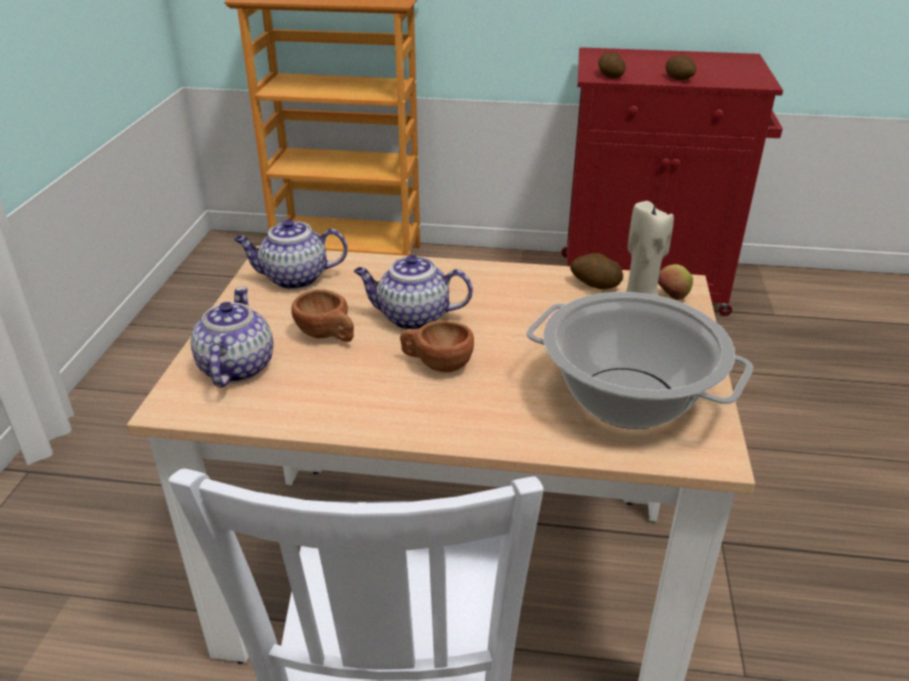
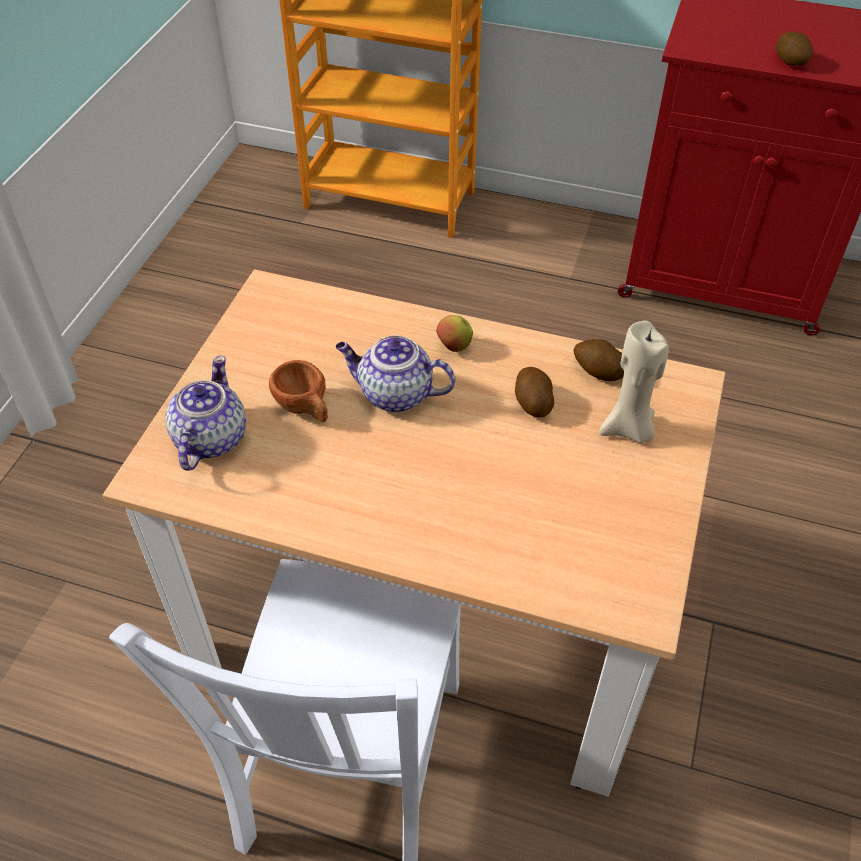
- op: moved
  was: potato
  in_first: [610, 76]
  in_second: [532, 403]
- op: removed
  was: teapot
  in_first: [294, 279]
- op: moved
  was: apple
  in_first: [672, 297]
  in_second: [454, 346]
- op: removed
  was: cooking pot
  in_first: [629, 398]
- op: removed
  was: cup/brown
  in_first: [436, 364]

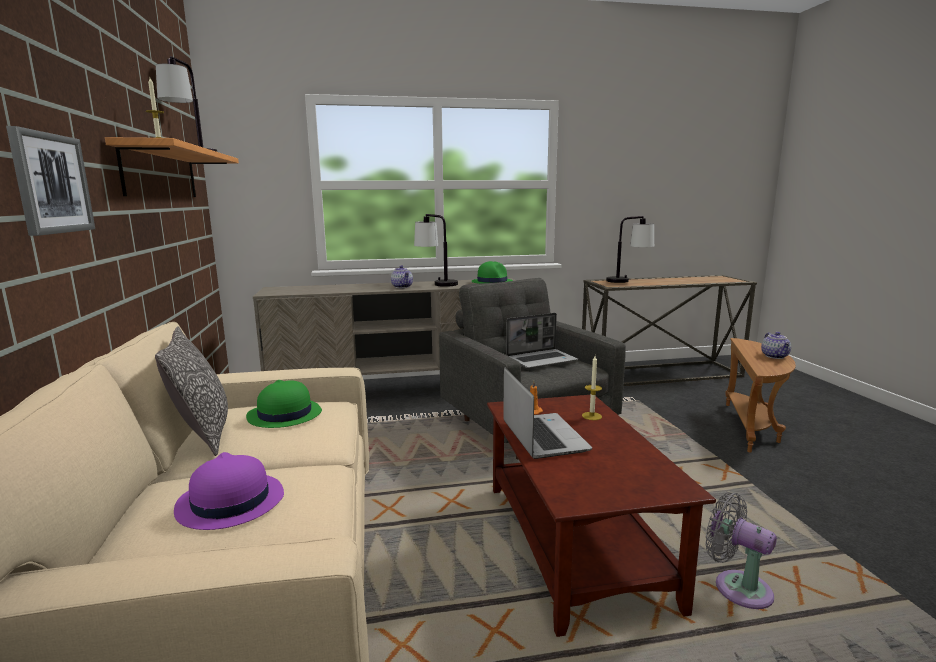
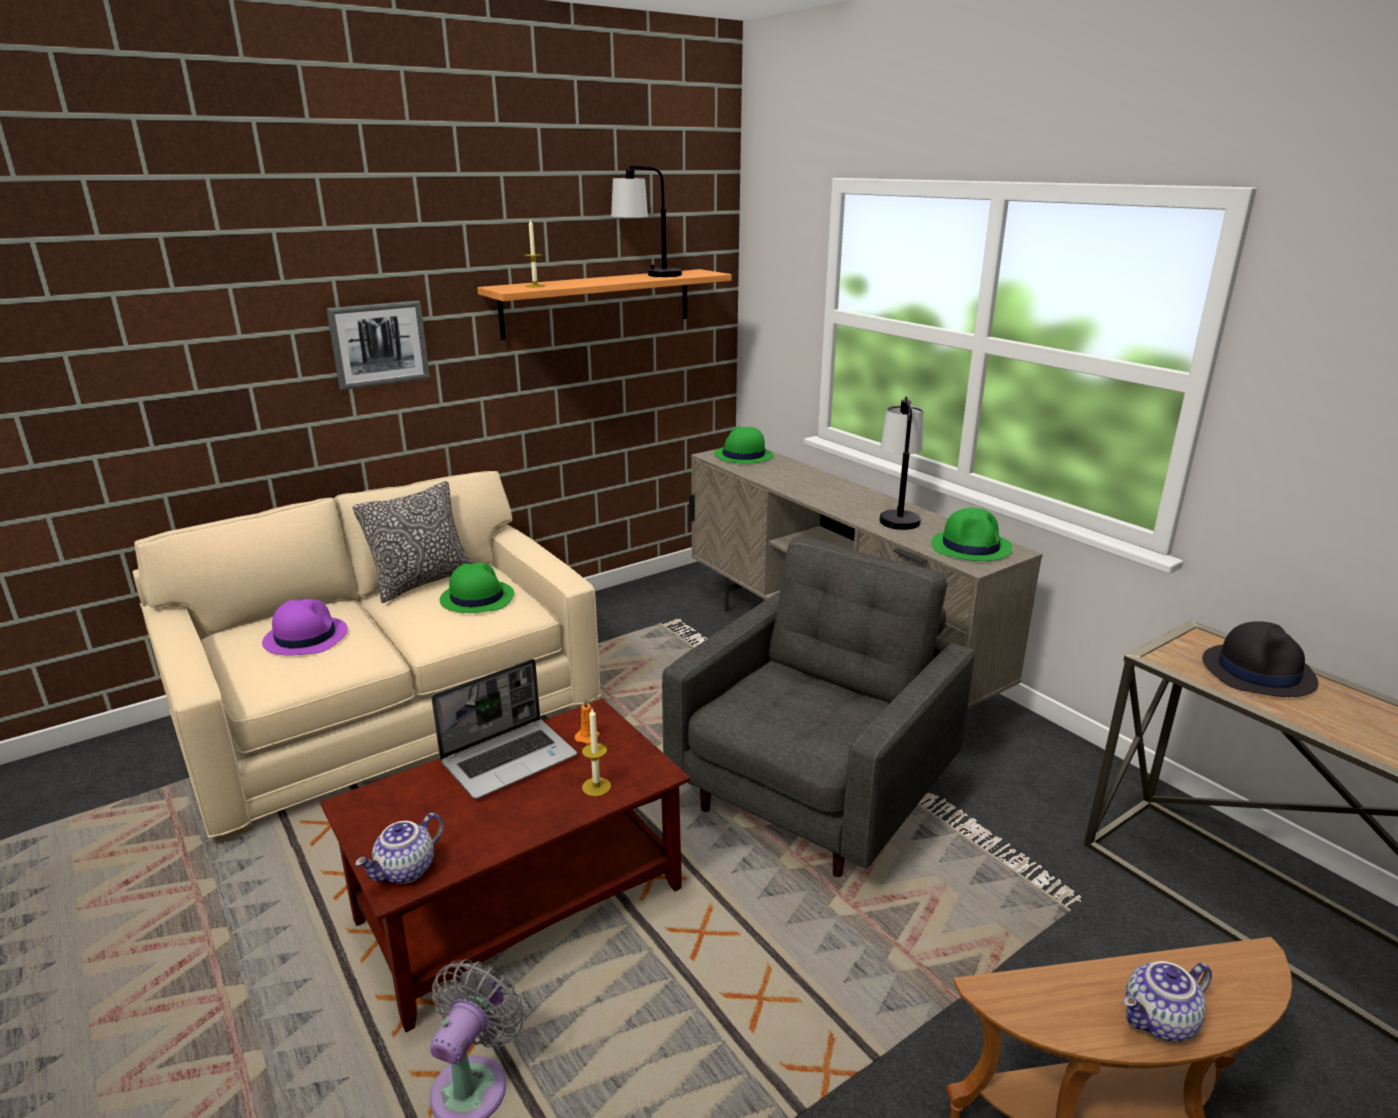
- op: replaced
  was: table lamp
  now: hat/black
  in_first: [628, 281]
  in_second: [1258, 671]
- op: moved
  was: teapot
  in_first: [402, 287]
  in_second: [406, 871]
- op: removed
  was: laptop
  in_first: [542, 360]
- op: added
  now: hat/green
  in_second: [743, 456]

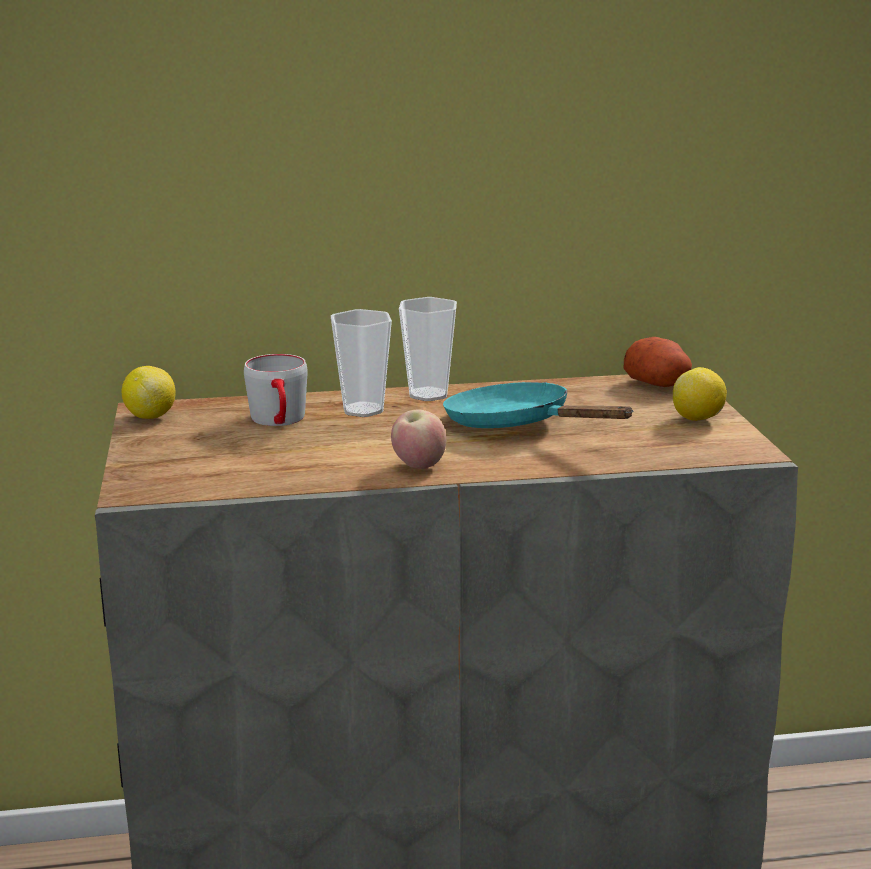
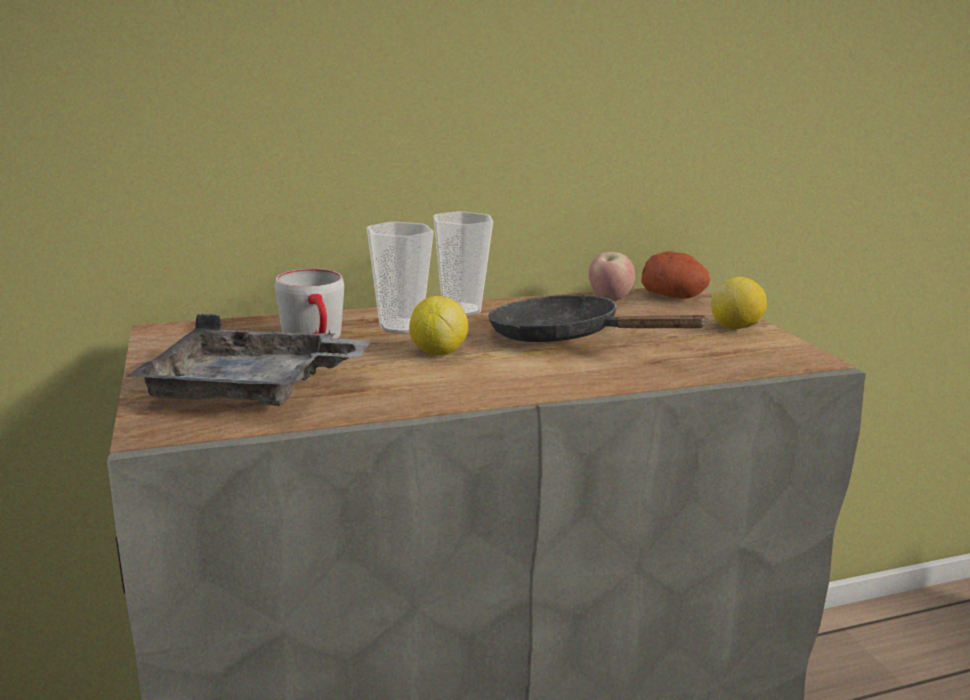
- op: moved
  was: lemon
  in_first: [150, 416]
  in_second: [438, 352]
- op: recoloured
  was: frying pan/turquoise
  now: frying pan/black
  in_first: [517, 425]
  in_second: [565, 338]
- op: moved
  was: apple
  in_first: [418, 466]
  in_second: [609, 299]
- op: added
  now: tray/grey
  in_second: [251, 390]

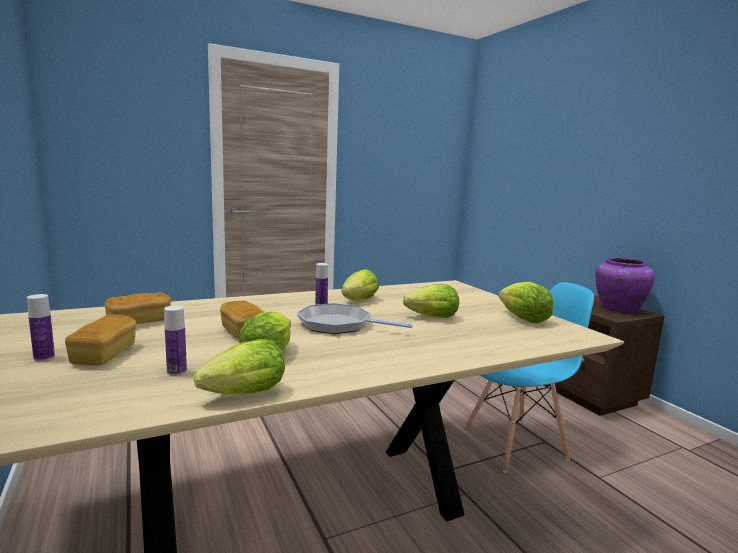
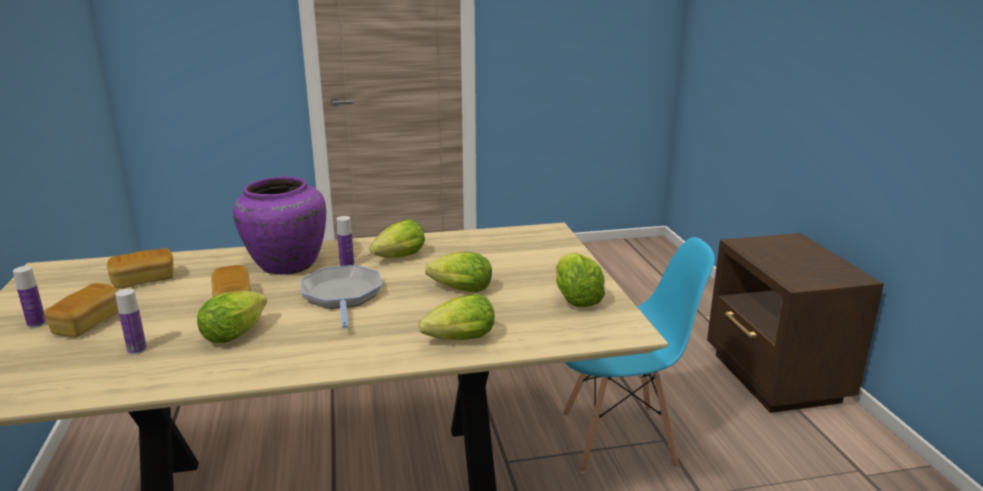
- op: moved
  was: vase/purple
  in_first: [618, 308]
  in_second: [285, 265]
- op: turned
  was: frying pan
  in_first: [339, 325]
  in_second: [342, 296]
  clockwise: 45
- op: moved
  was: lettuce
  in_first: [240, 395]
  in_second: [456, 340]

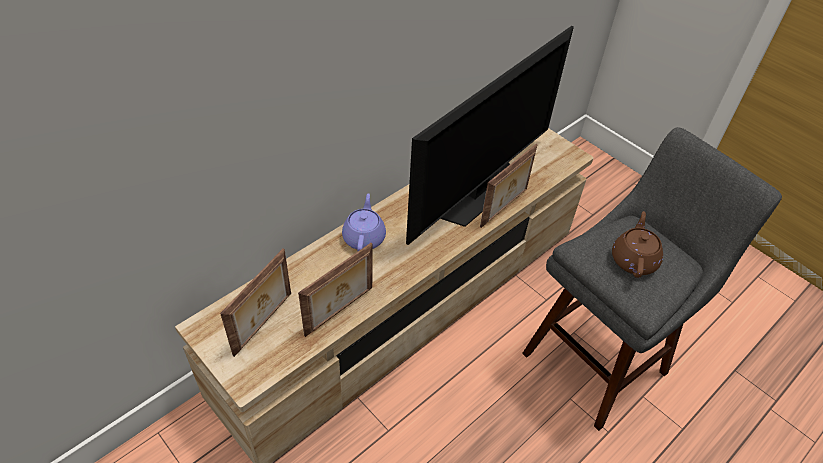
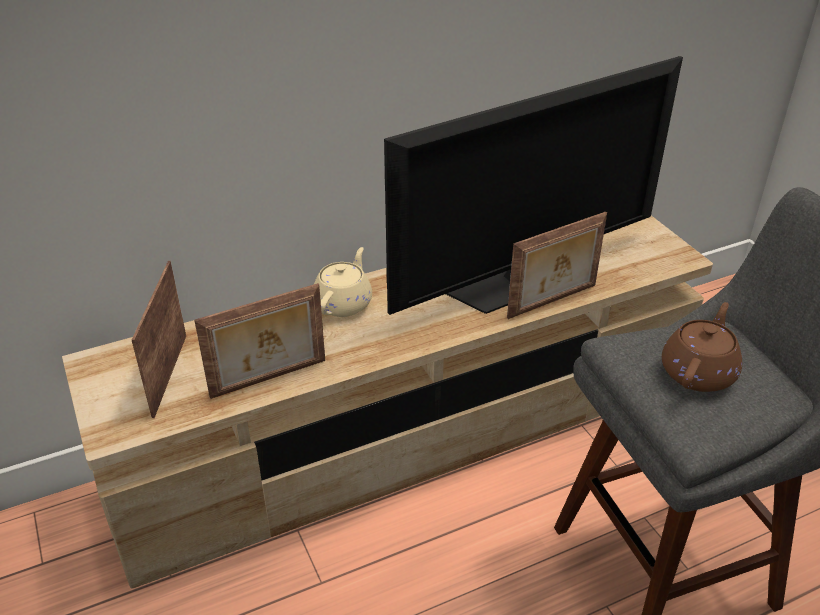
- op: recoloured
  was: teapot/purple
  now: teapot/beige
  in_first: [364, 237]
  in_second: [343, 303]
- op: turned
  was: picture frame
  in_first: [264, 324]
  in_second: [167, 374]
  clockwise: 135

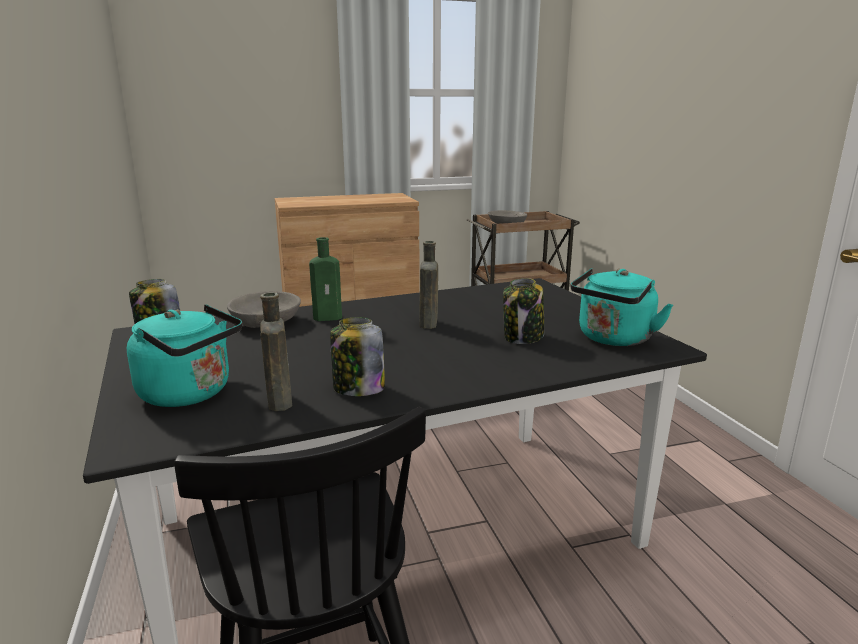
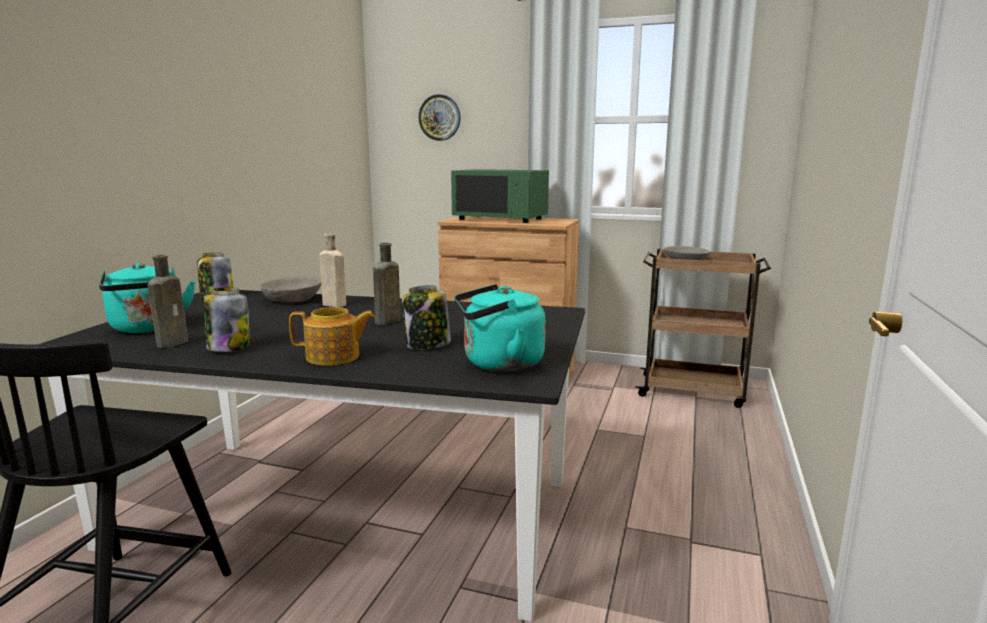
- op: recoloured
  was: bottle/green
  now: bottle/beige
  in_first: [330, 317]
  in_second: [336, 304]
- op: added
  now: wall clock
  in_second: [440, 117]
- op: added
  now: microwave/green
  in_second: [501, 219]
- op: added
  now: teapot
  in_second: [334, 357]

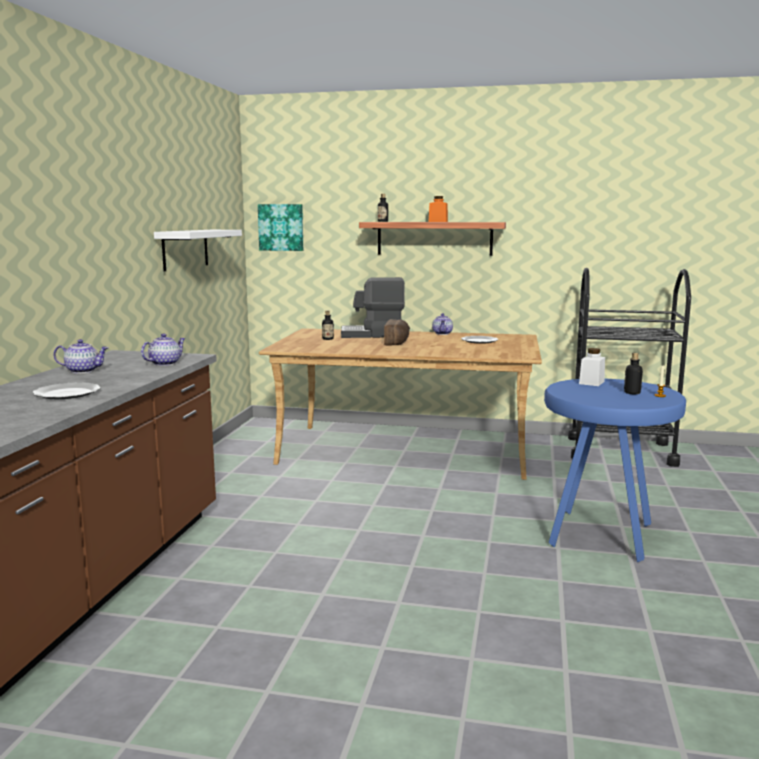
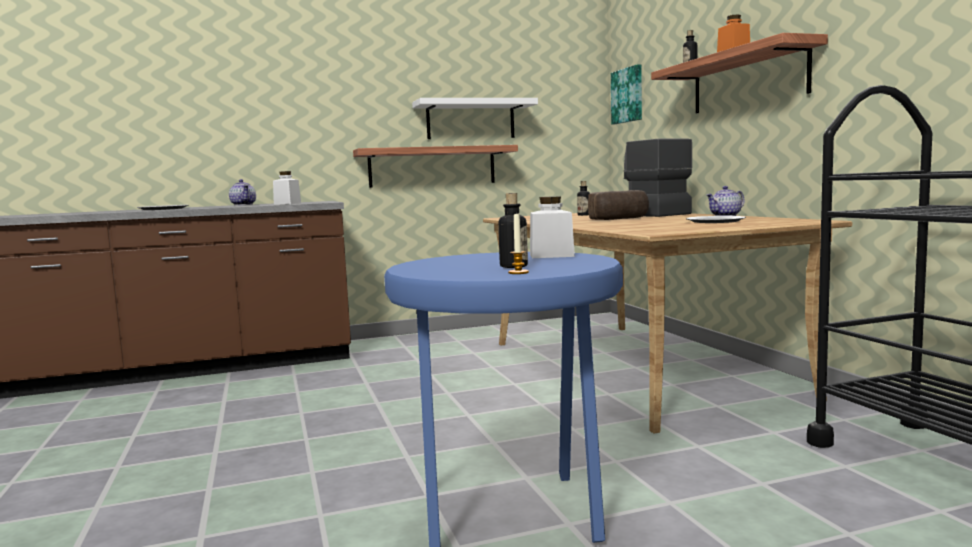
- op: replaced
  was: teapot
  now: jar/white
  in_first: [164, 363]
  in_second: [287, 204]
- op: added
  now: shelf
  in_second: [432, 166]

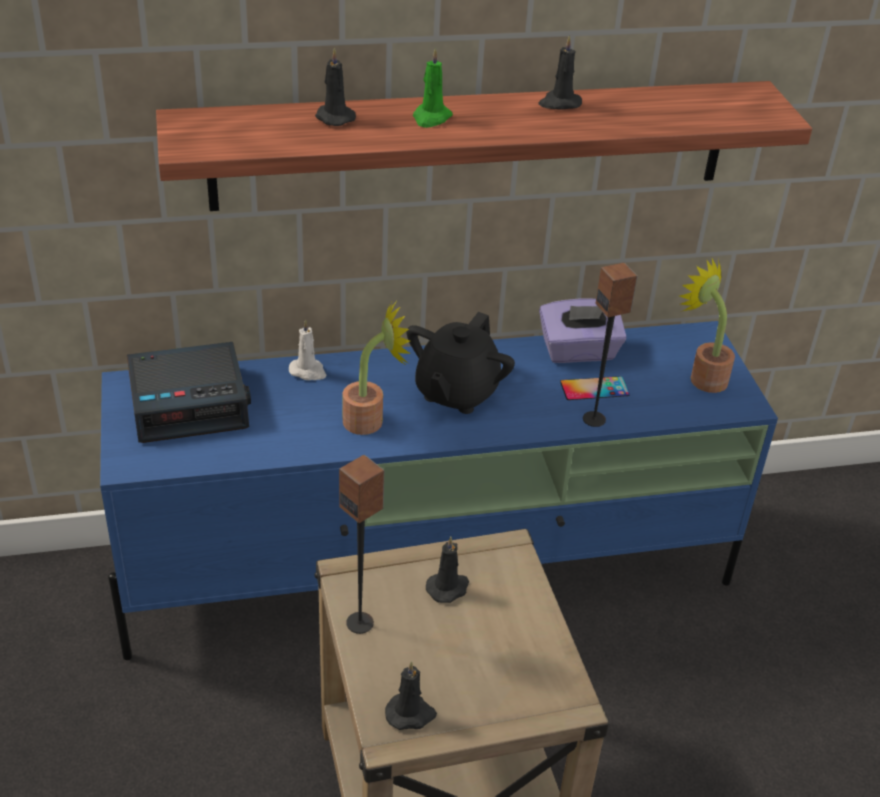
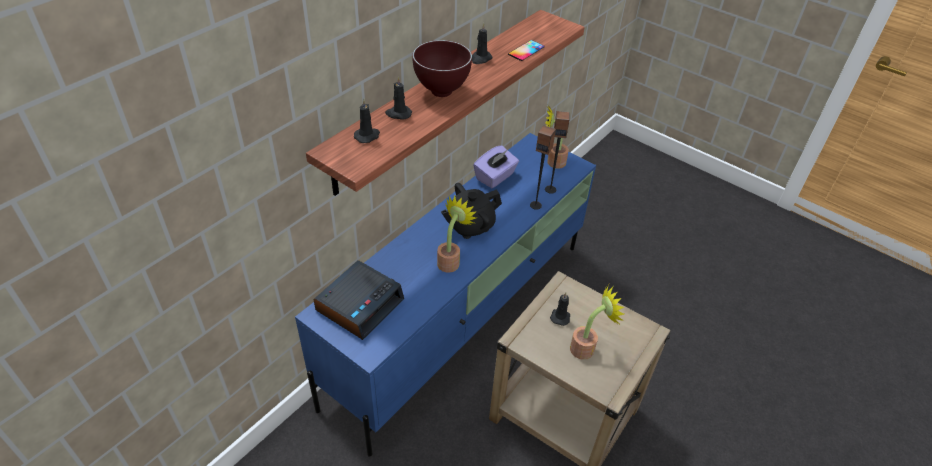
- op: replaced
  was: candle/green
  now: bowl/brown
  in_first: [431, 118]
  in_second: [440, 93]
- op: turned
  was: teapot/black
  in_first: [456, 392]
  in_second: [470, 226]
  clockwise: 75
- op: removed
  was: candle/white
  in_first: [308, 371]
- op: moved
  was: phone
  in_first: [594, 389]
  in_second: [526, 50]
- op: moved
  was: speaker
  in_first: [360, 622]
  in_second: [550, 189]
- op: moved
  was: candle/black
  in_first: [411, 714]
  in_second: [367, 136]
- op: added
  now: potted plant
  in_second: [586, 348]

